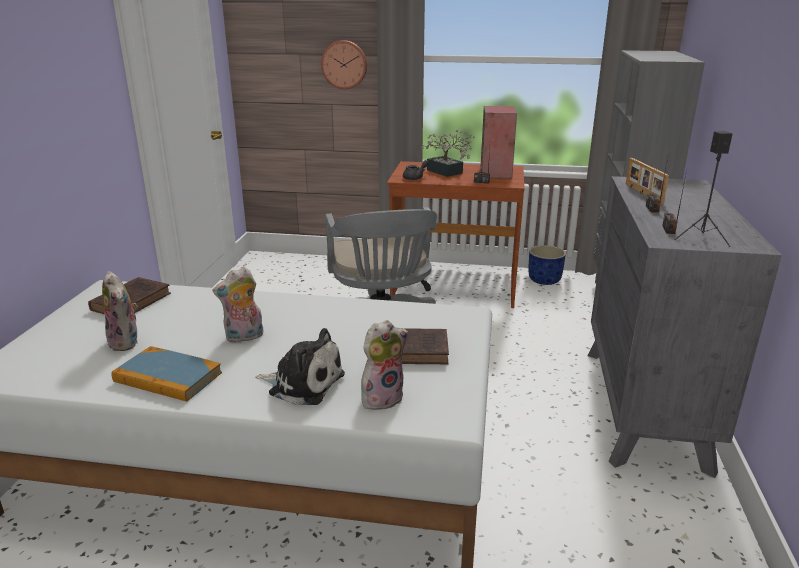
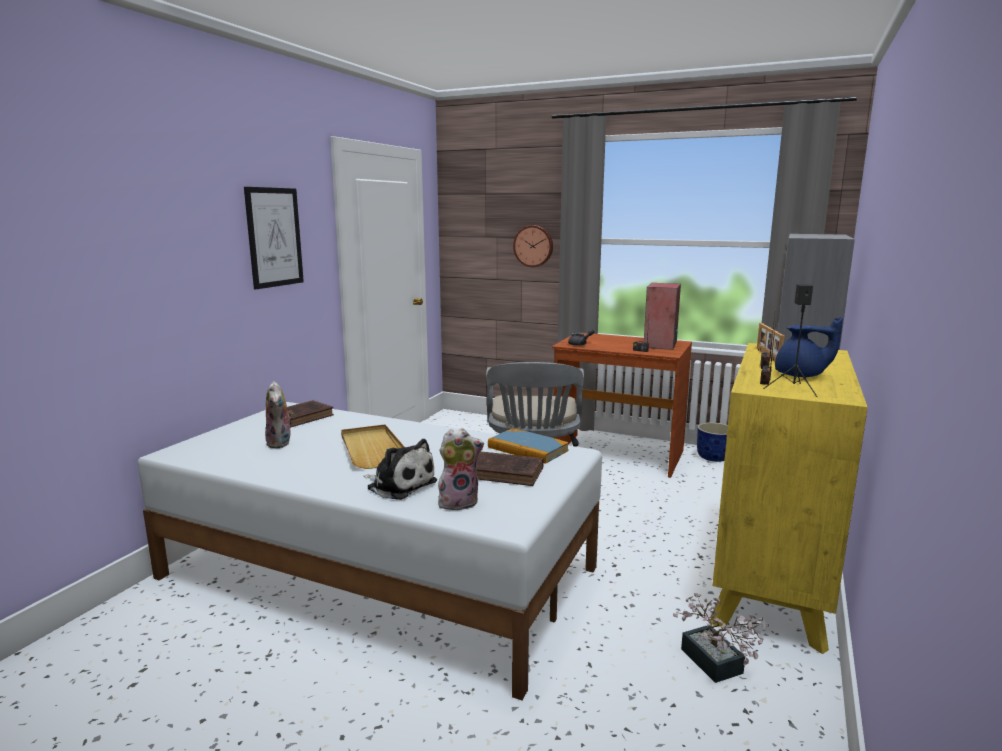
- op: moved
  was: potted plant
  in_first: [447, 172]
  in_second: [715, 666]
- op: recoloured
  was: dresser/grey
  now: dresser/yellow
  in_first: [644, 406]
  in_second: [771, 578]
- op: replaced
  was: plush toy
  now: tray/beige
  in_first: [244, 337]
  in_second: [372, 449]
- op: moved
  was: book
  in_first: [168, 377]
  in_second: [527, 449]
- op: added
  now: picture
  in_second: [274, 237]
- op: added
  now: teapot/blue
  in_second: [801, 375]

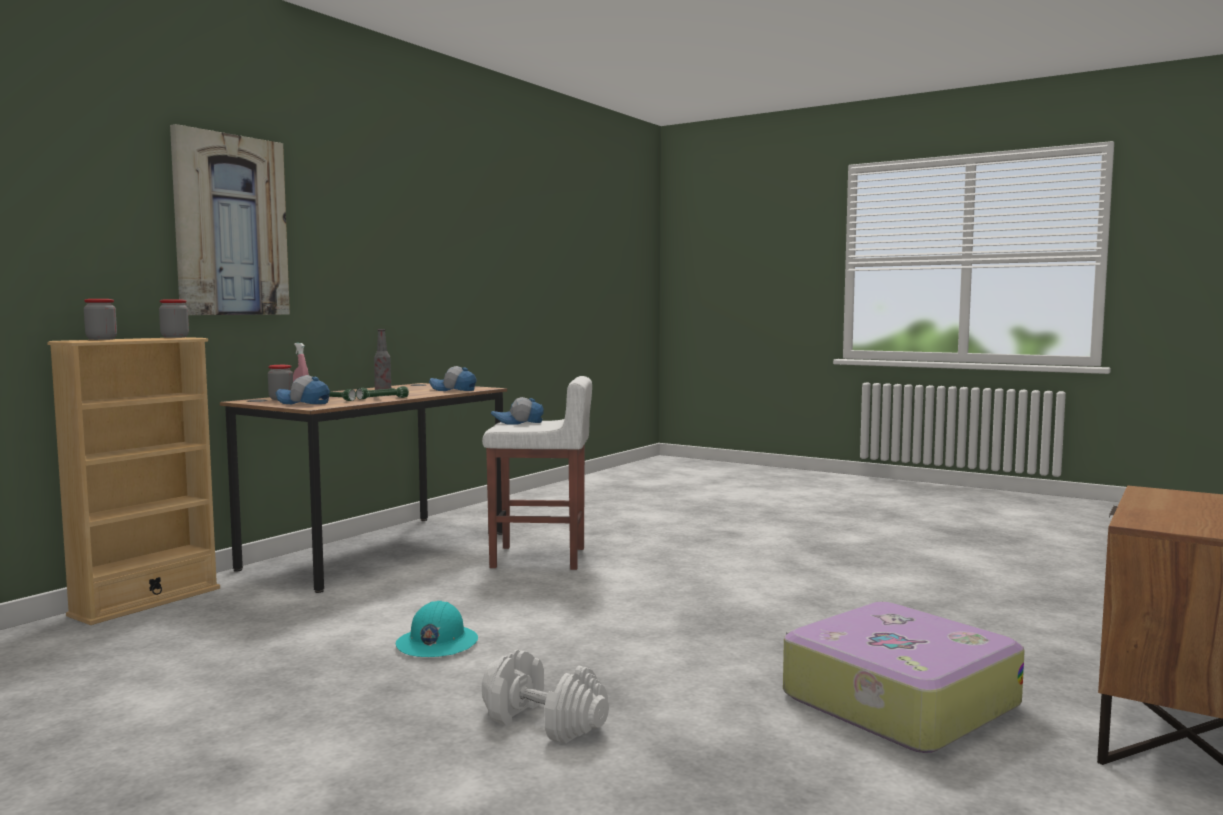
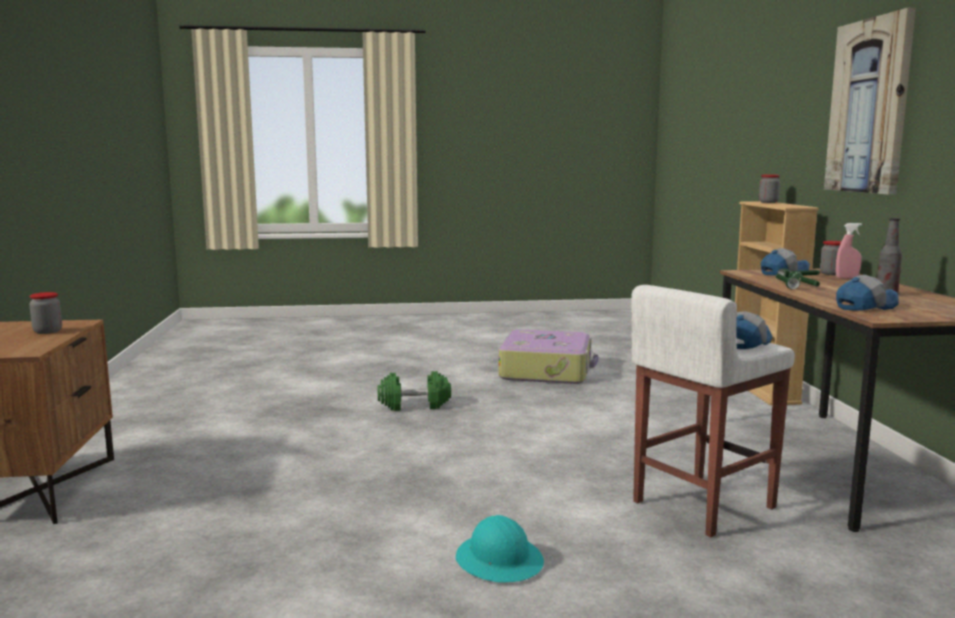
- op: moved
  was: jar
  in_first: [175, 337]
  in_second: [47, 331]
- op: moved
  was: hard hat/turquoise
  in_first: [436, 644]
  in_second: [499, 561]
- op: moved
  was: suitcase
  in_first: [896, 700]
  in_second: [547, 371]
- op: recoloured
  was: dumbbell/white
  now: dumbbell/green
  in_first: [545, 721]
  in_second: [414, 405]

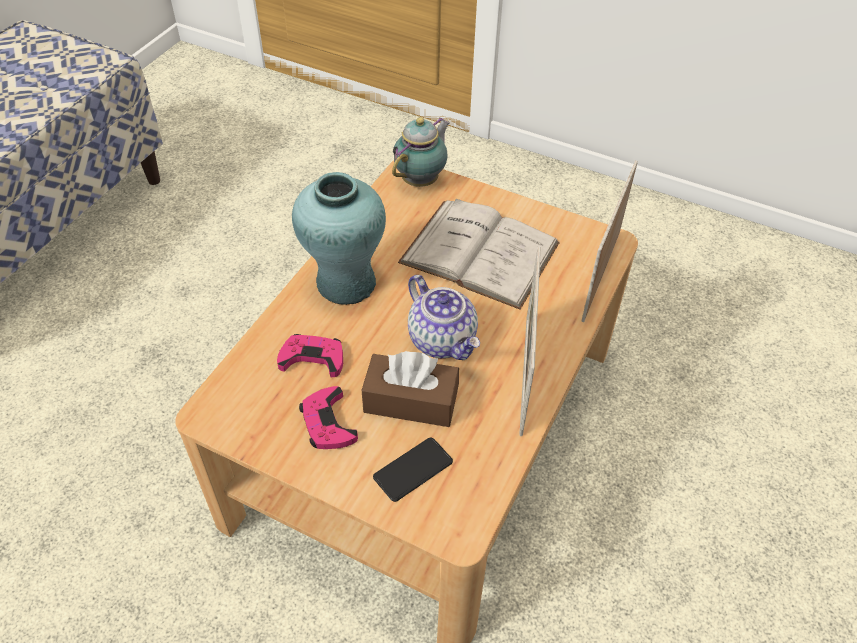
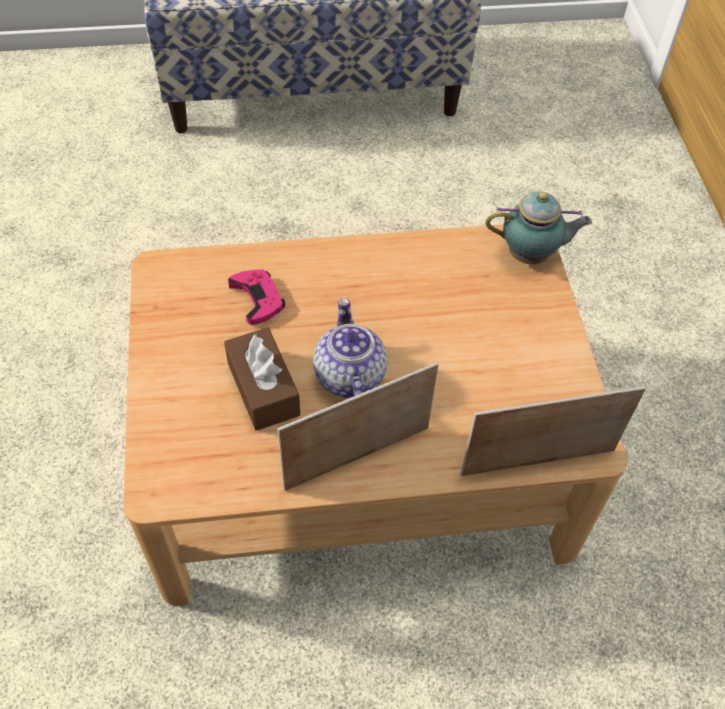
- op: removed
  was: vase/turquoise
  in_first: [346, 283]
- op: removed
  was: book/white
  in_first: [479, 252]
- op: turned
  was: teapot
  in_first: [443, 340]
  in_second: [348, 376]
  clockwise: 150
- op: removed
  was: game controller/pink
  in_first: [328, 423]
- op: removed
  was: phone
  in_first: [413, 470]

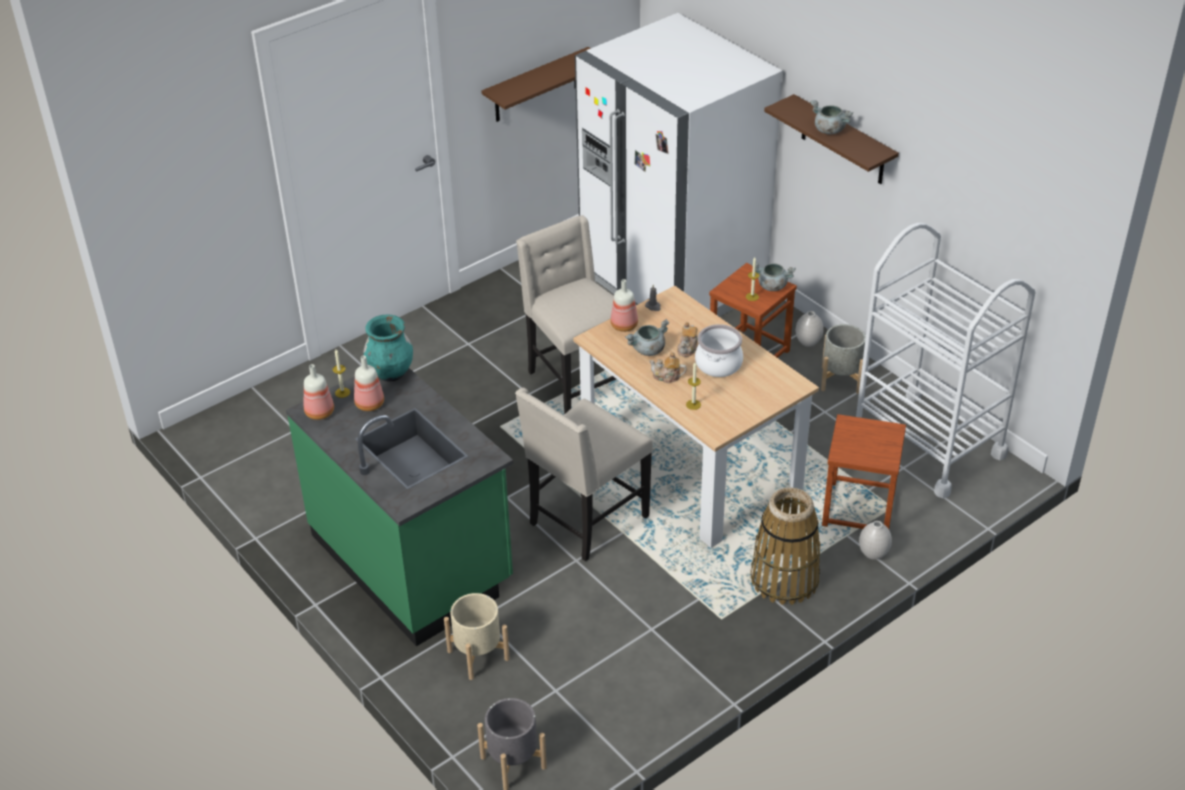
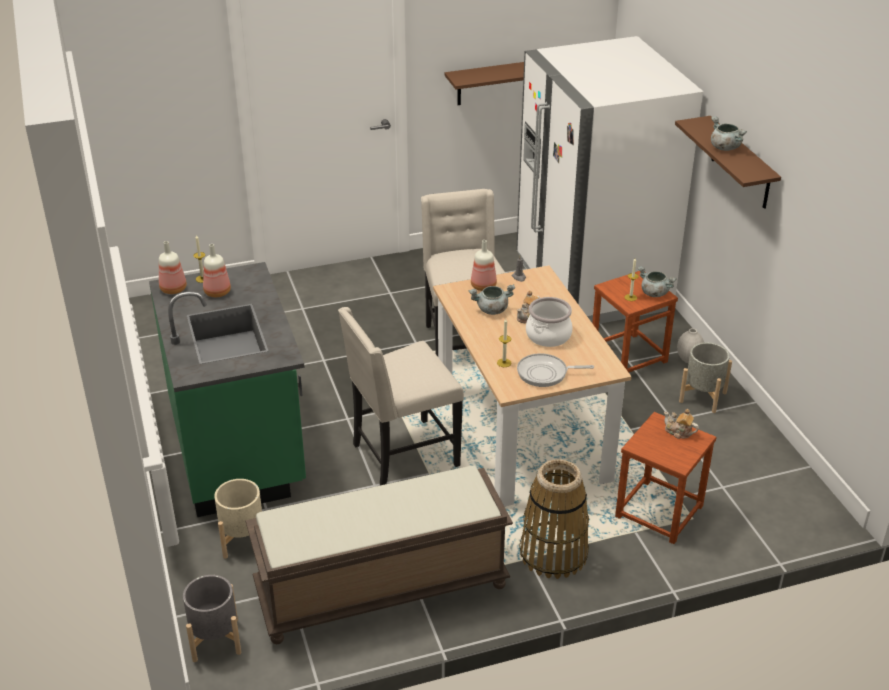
- op: removed
  was: cart/white
  in_first: [927, 443]
- op: removed
  was: vase/turquoise
  in_first: [391, 373]
- op: moved
  was: teapot
  in_first: [667, 377]
  in_second: [678, 432]
- op: removed
  was: vase/white
  in_first: [873, 554]
- op: added
  now: frying pan
  in_second: [545, 374]
- op: added
  now: bench/brown
  in_second: [380, 590]

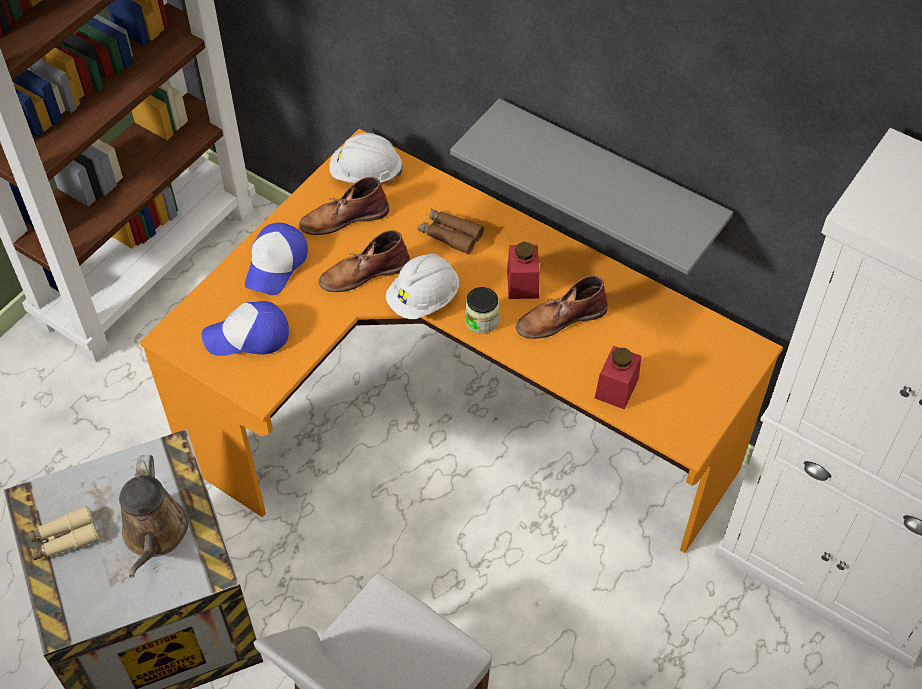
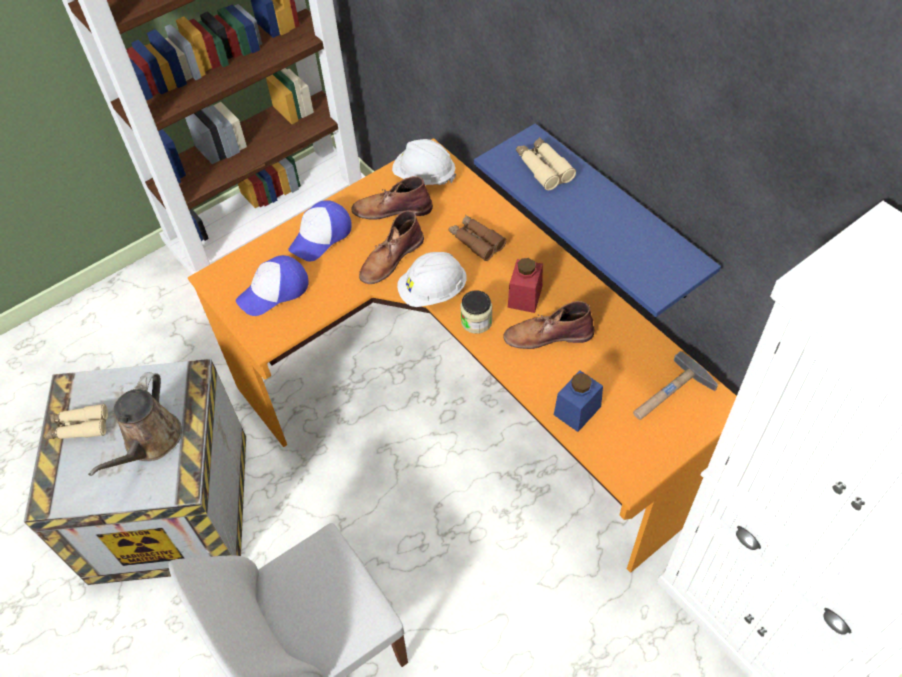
- op: recoloured
  was: shelf/grey
  now: shelf/blue
  in_first: [608, 178]
  in_second: [617, 214]
- op: turned
  was: boot/brown
  in_first: [363, 273]
  in_second: [390, 258]
  clockwise: -45
- op: turned
  was: cap
  in_first: [248, 336]
  in_second: [274, 291]
  clockwise: -45
- op: recoloured
  was: jar/red
  now: jar/blue
  in_first: [616, 388]
  in_second: [577, 410]
- op: added
  now: binoculars/beige
  in_second: [543, 168]
- op: added
  now: hammer
  in_second: [669, 395]

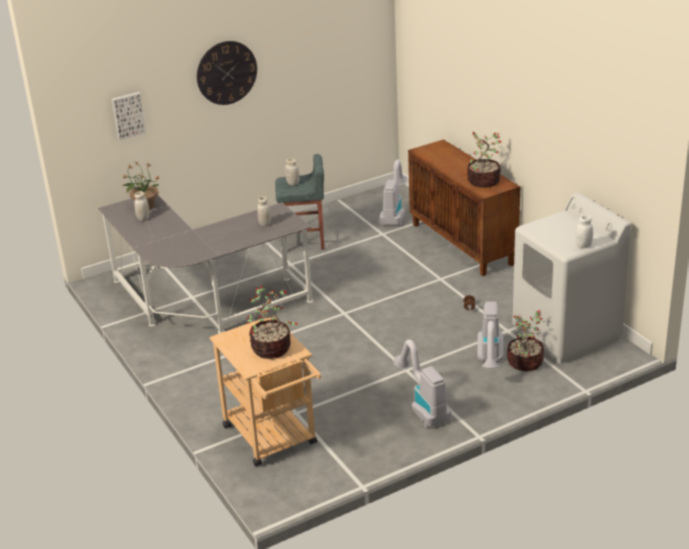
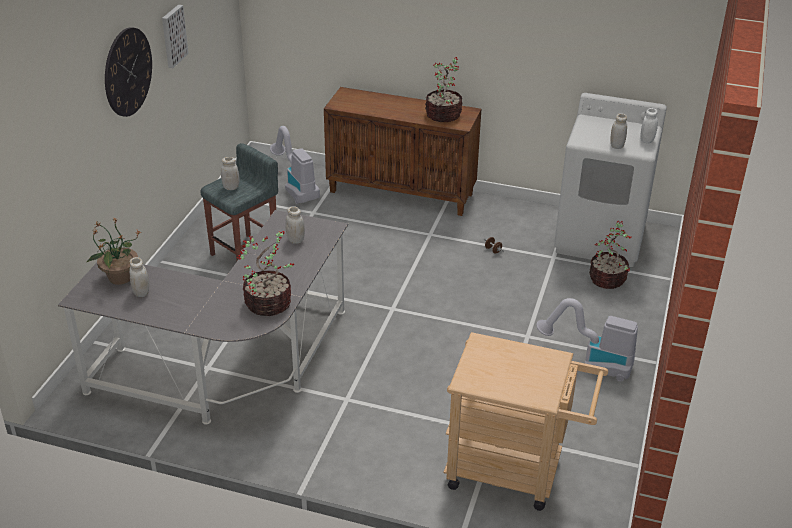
- op: moved
  was: picture
  in_first: [128, 115]
  in_second: [173, 36]
- op: moved
  was: potted plant
  in_first: [272, 349]
  in_second: [269, 303]
- op: removed
  was: vacuum cleaner
  in_first: [490, 361]
- op: added
  now: jar/white
  in_second: [616, 146]

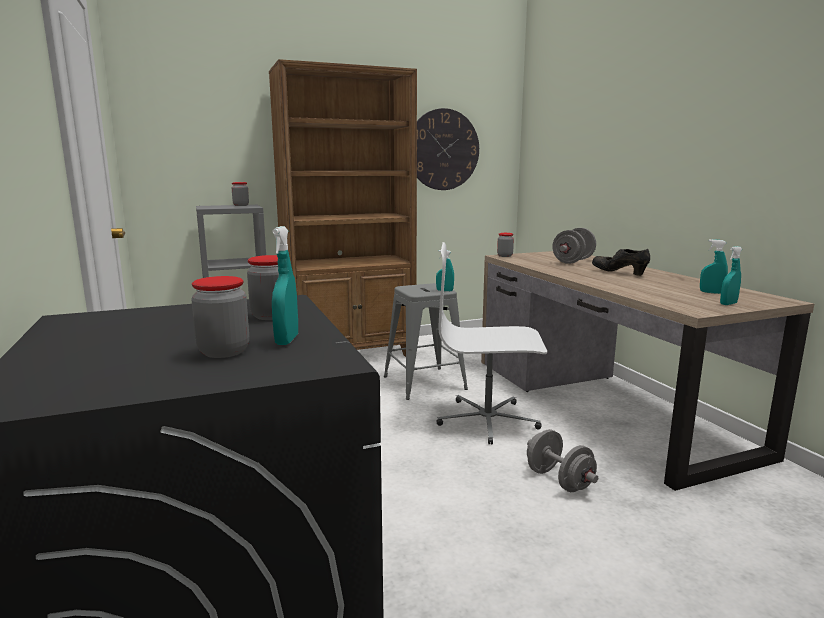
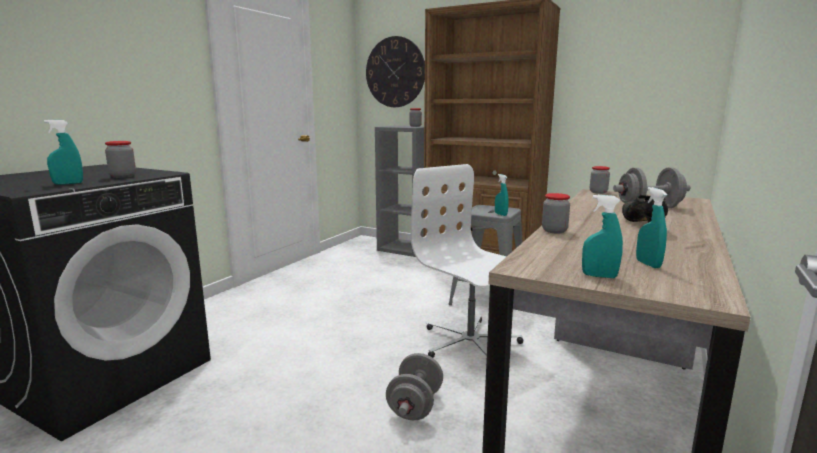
- op: moved
  was: wall clock
  in_first: [443, 150]
  in_second: [395, 72]
- op: moved
  was: jar
  in_first: [224, 351]
  in_second: [554, 231]

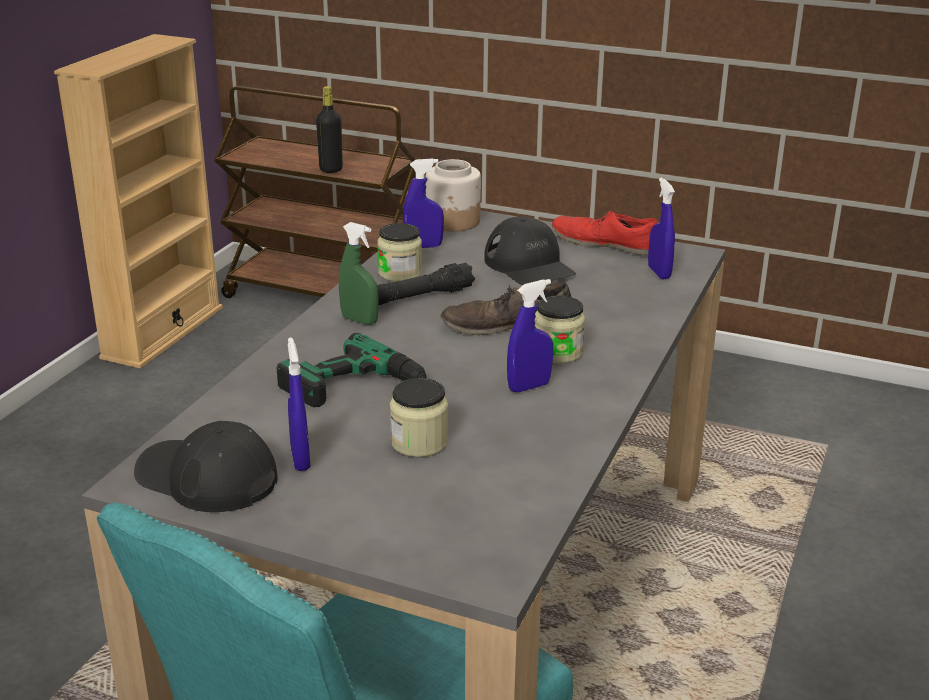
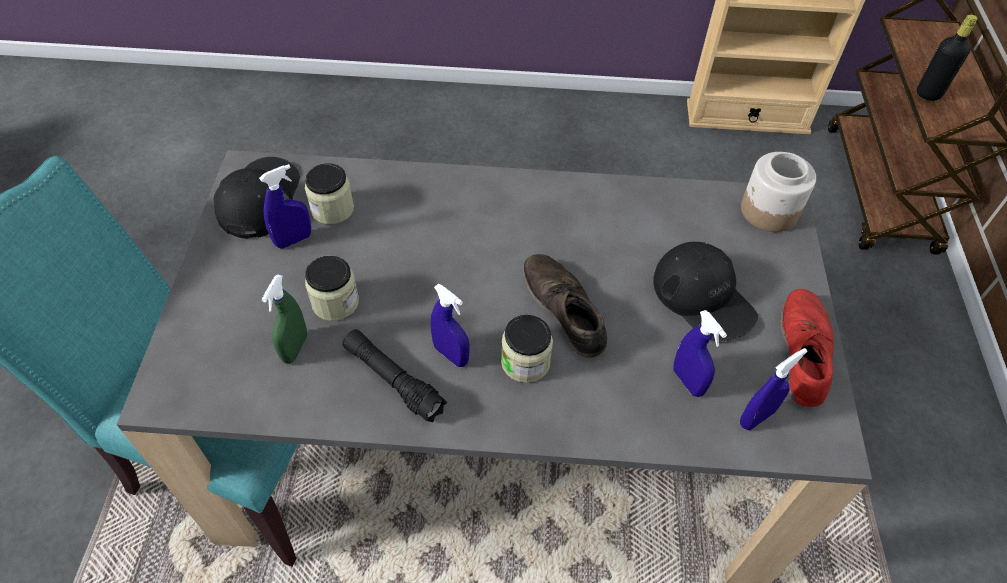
- op: moved
  was: spray bottle/blue
  in_first: [423, 246]
  in_second: [688, 381]
- op: turned
  was: cap/black
  in_first: [529, 265]
  in_second: [703, 297]
  clockwise: -75
- op: moved
  was: spray bottle/green
  in_first: [359, 320]
  in_second: [295, 348]
- op: moved
  was: jar
  in_first: [400, 273]
  in_second: [332, 209]
- op: moved
  was: flashlight/black
  in_first: [419, 297]
  in_second: [393, 380]
- op: removed
  was: power drill
  in_first: [364, 390]

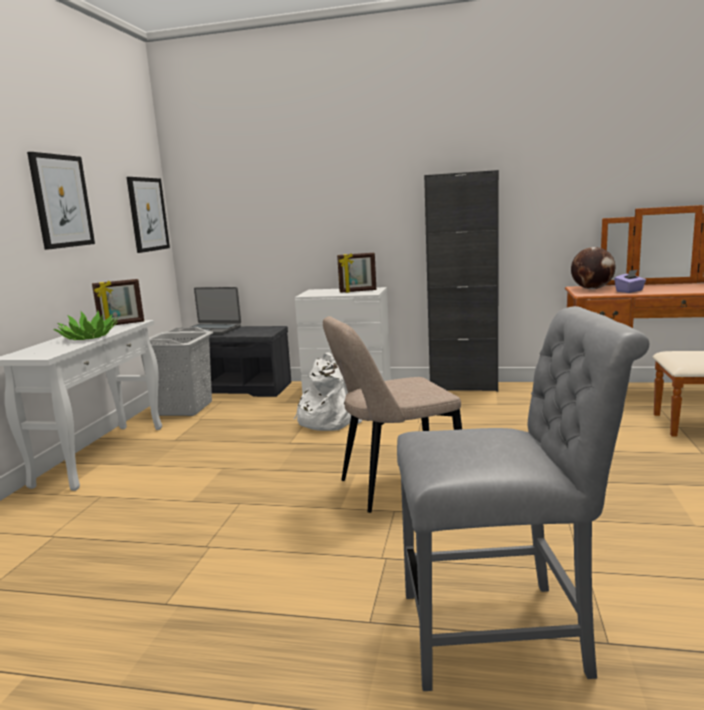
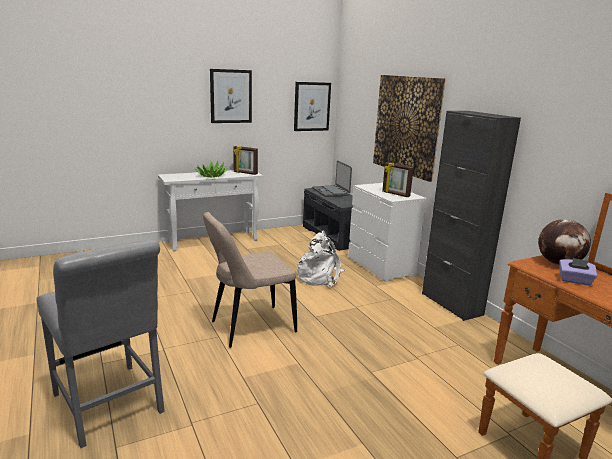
- op: turned
  was: chair/beige
  in_first: [395, 486]
  in_second: [249, 327]
  clockwise: -60
- op: removed
  was: laundry basket/grey
  in_first: [184, 408]
- op: added
  now: picture
  in_second: [406, 125]

